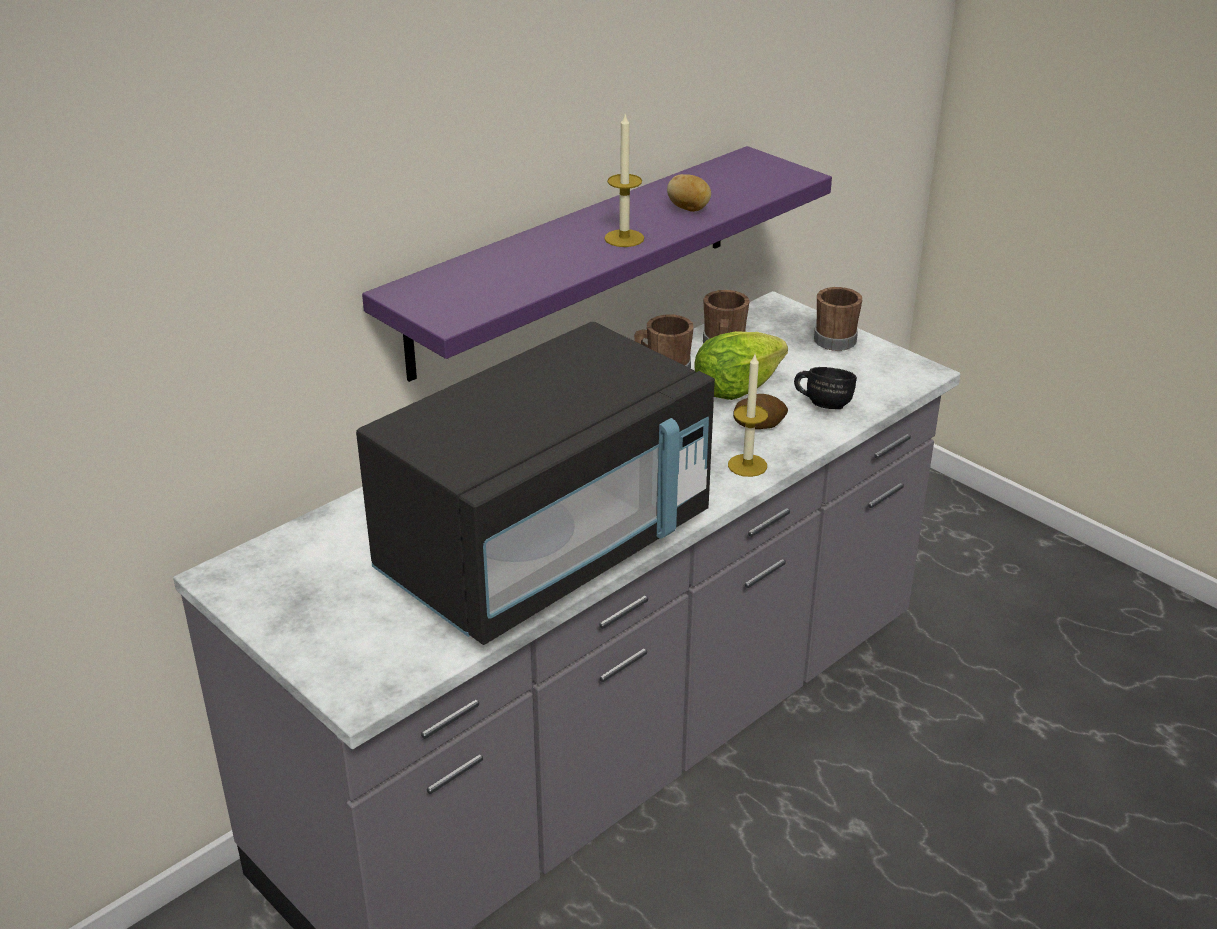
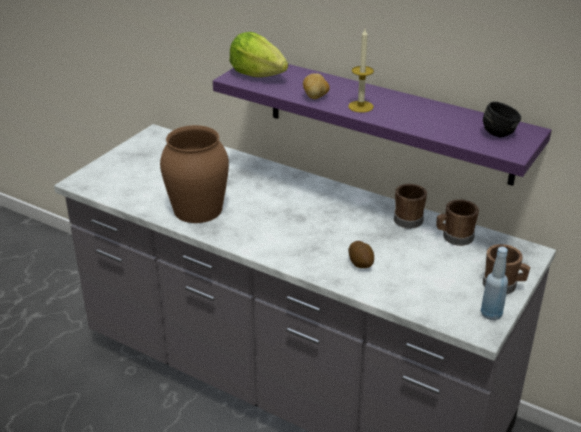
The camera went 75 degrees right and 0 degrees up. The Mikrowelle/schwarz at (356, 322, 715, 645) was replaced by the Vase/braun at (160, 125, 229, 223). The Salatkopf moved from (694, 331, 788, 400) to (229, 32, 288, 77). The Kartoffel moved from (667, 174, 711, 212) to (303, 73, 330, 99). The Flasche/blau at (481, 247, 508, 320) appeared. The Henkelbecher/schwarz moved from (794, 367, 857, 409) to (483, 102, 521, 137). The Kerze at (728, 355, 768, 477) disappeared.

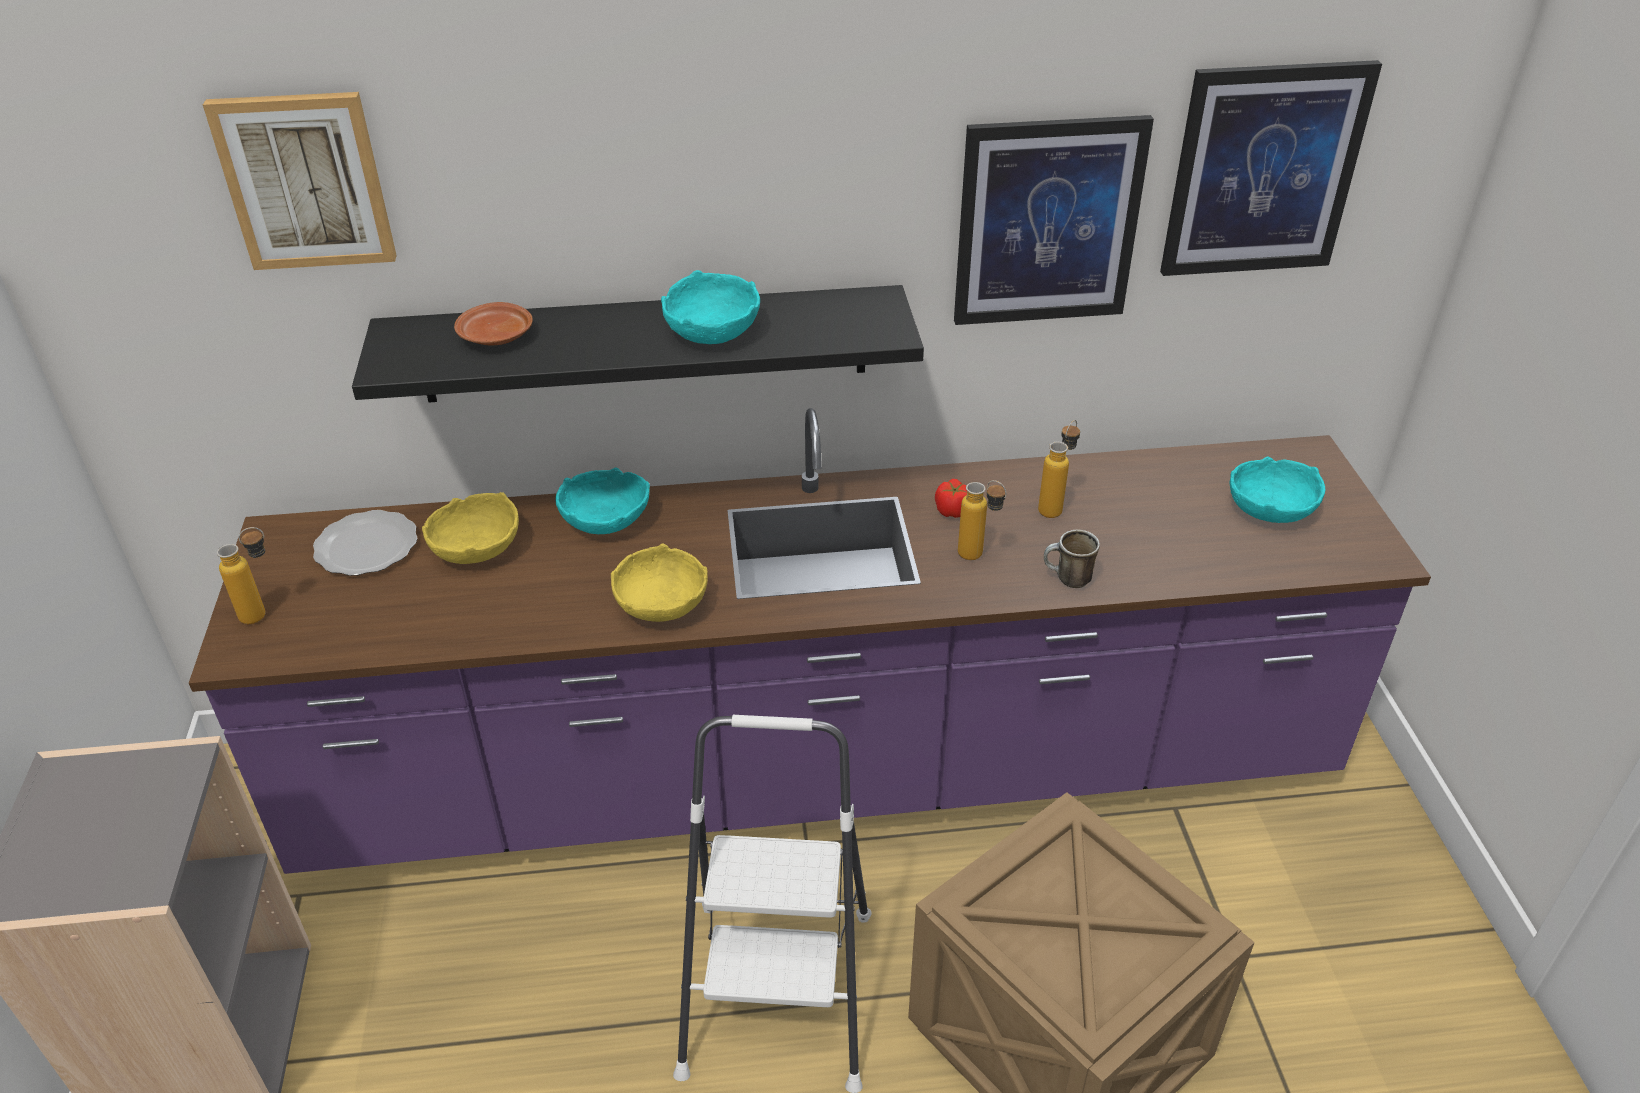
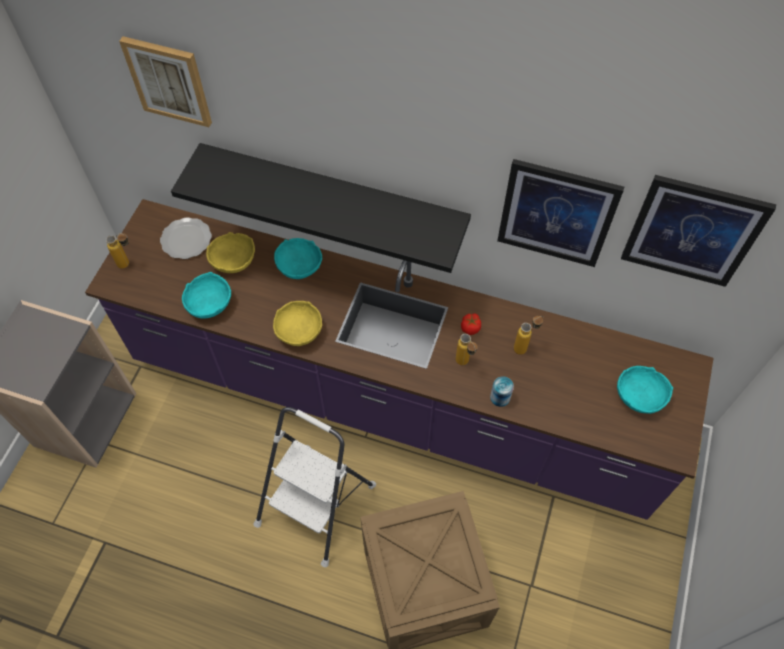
The camera went 25 degrees right and 20 degrees up. The Schüssel/türkis moved from (661, 270, 760, 344) to (182, 272, 231, 319). The Henkelbecher at (1044, 529, 1100, 588) was replaced by the Dose at (490, 376, 514, 407). The Teller/braun at (454, 302, 533, 345) disappeared.

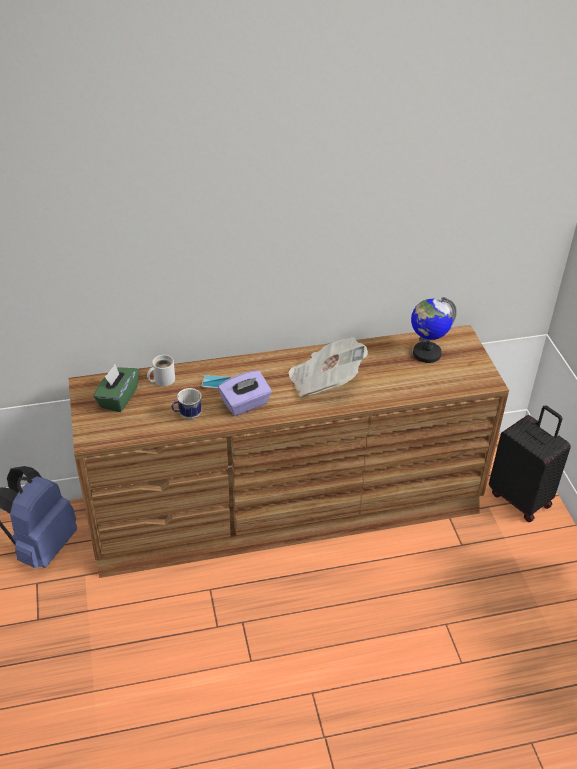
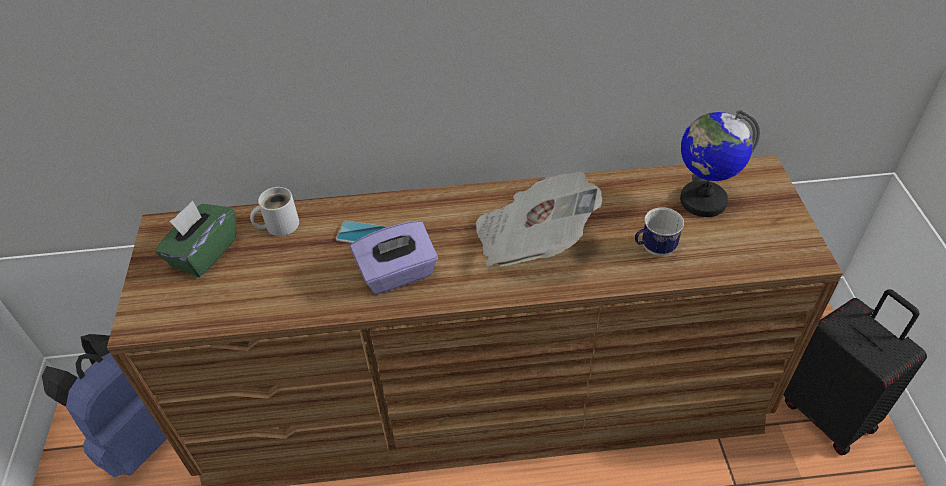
The camera went 10 degrees right and 5 degrees up. The Henkelbecher moved from (172, 388, 202, 419) to (635, 207, 684, 256).

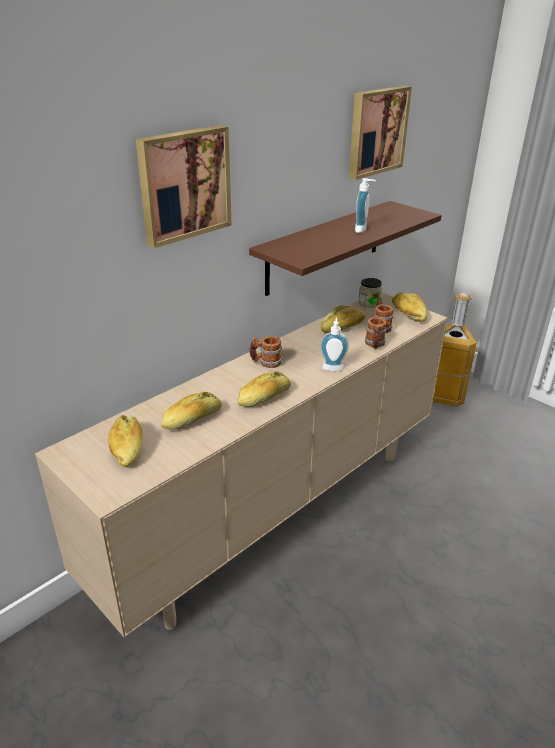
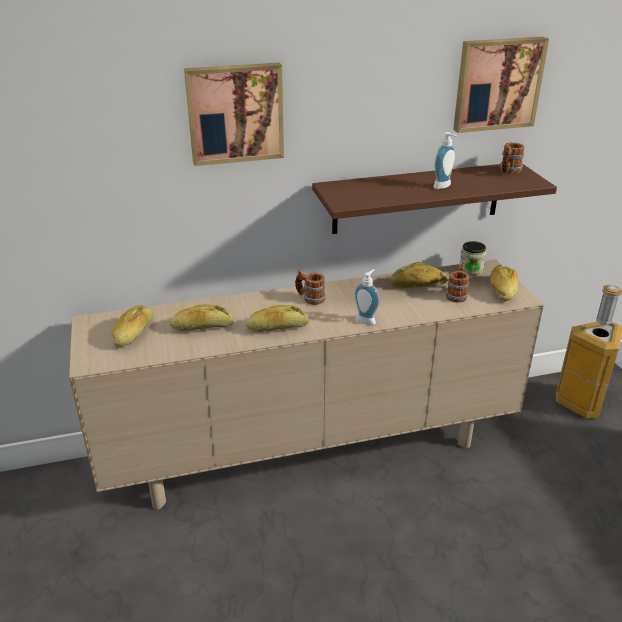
The camera went 30 degrees right and 0 degrees up. The Henkelbecher moved from (365, 317, 386, 349) to (500, 142, 525, 174).

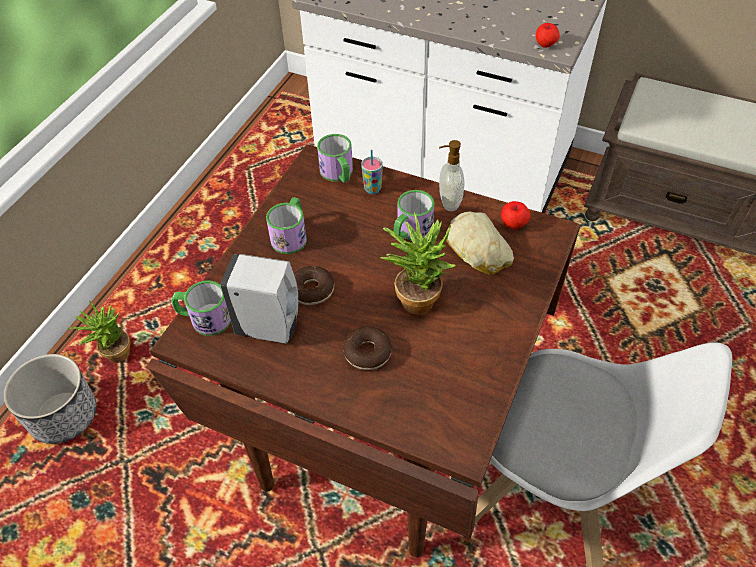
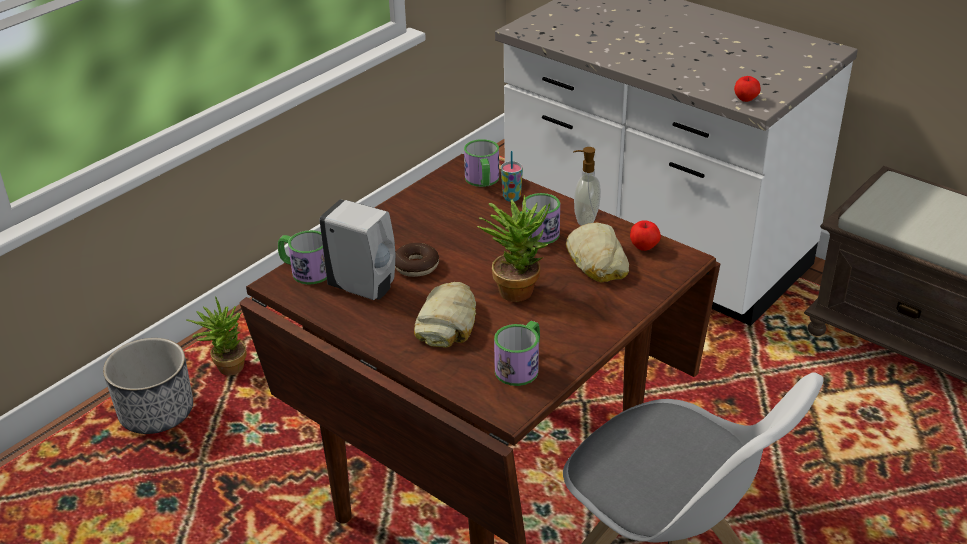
The camera went 15 degrees right and 15 degrees down. The Donut at (343, 326, 392, 370) was replaced by the Brot at (414, 282, 476, 348). The Henkelbecher moved from (266, 197, 307, 254) to (494, 320, 540, 386).

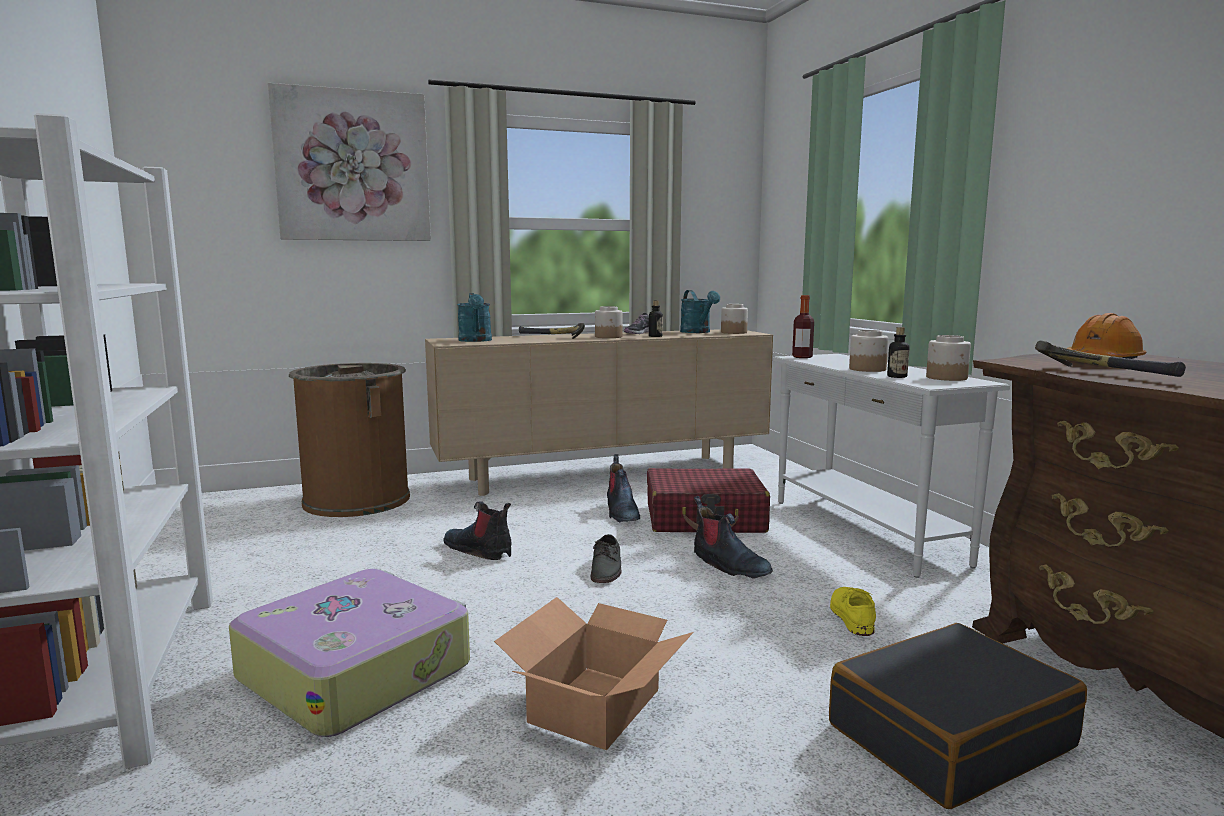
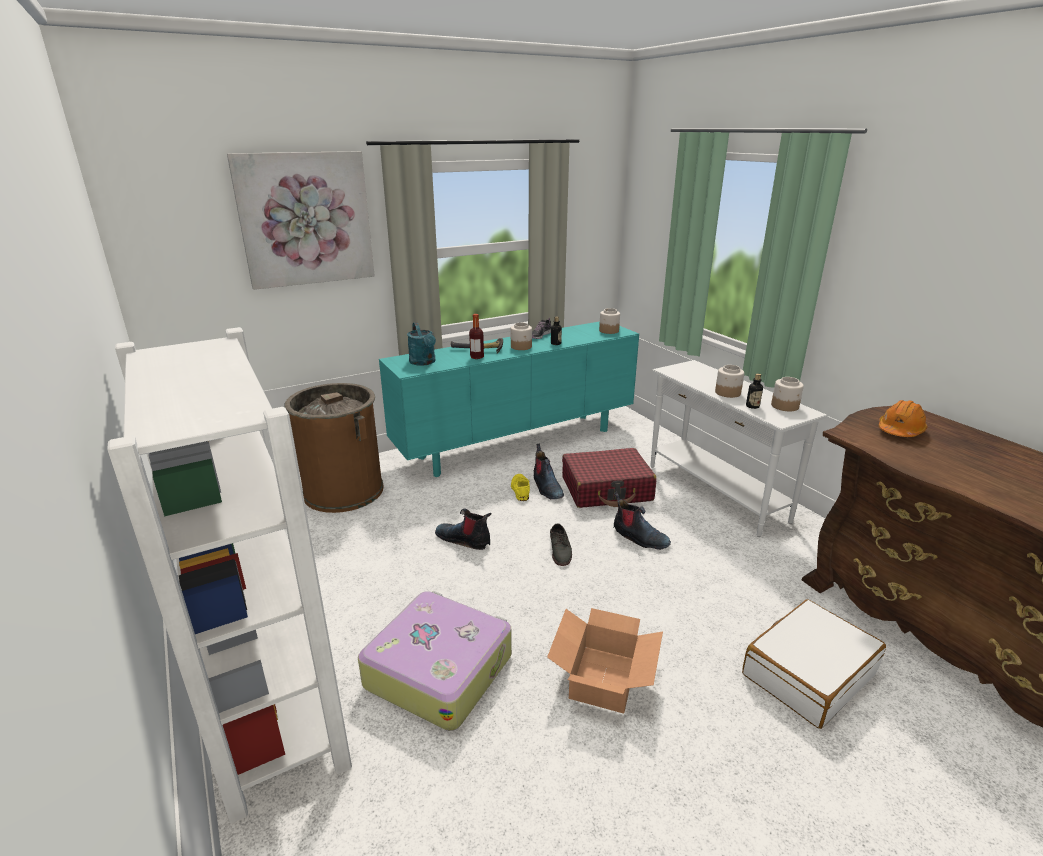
The camera went 10 degrees left and 15 degrees up. The Schrank/beige at (425, 329, 773, 496) became the Schrank/türkis at (379, 321, 639, 477). The Flasche moved from (792, 295, 814, 358) to (469, 314, 484, 359). The Schuh/gelb moved from (830, 587, 876, 636) to (511, 474, 530, 501). The Koffer/schwarz at (829, 623, 1087, 809) became the Koffer/weiß at (742, 599, 886, 729). The Gießkanne/türkis at (680, 290, 720, 333) disappeared. The Hammer at (1035, 340, 1186, 377) disappeared.

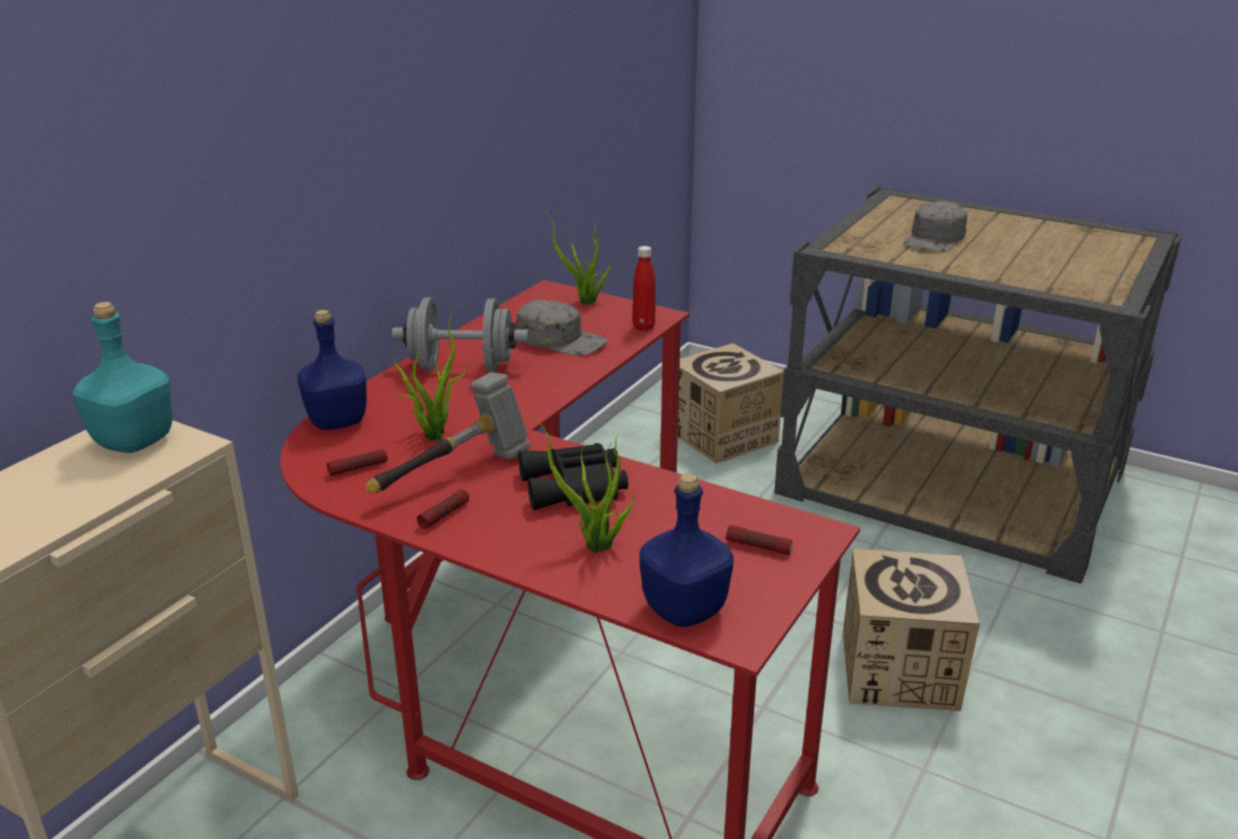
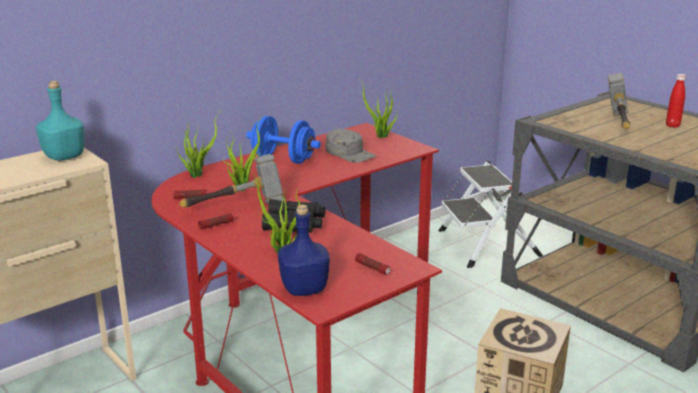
The camera went 20 degrees right and 5 degrees down. The Flasche/blau at (297, 310, 367, 430) was replaced by the Topfpflanze at (177, 114, 218, 178). The Hantel/grau at (392, 297, 529, 372) became the Hantel/blau at (246, 116, 321, 164). The Karton at (678, 343, 784, 464) was replaced by the Trittleiter at (438, 160, 543, 268). The Kappe/grau at (903, 201, 968, 252) was replaced by the Hammer at (608, 73, 630, 129). The Flasche/rot moved from (633, 246, 656, 331) to (666, 74, 686, 128).

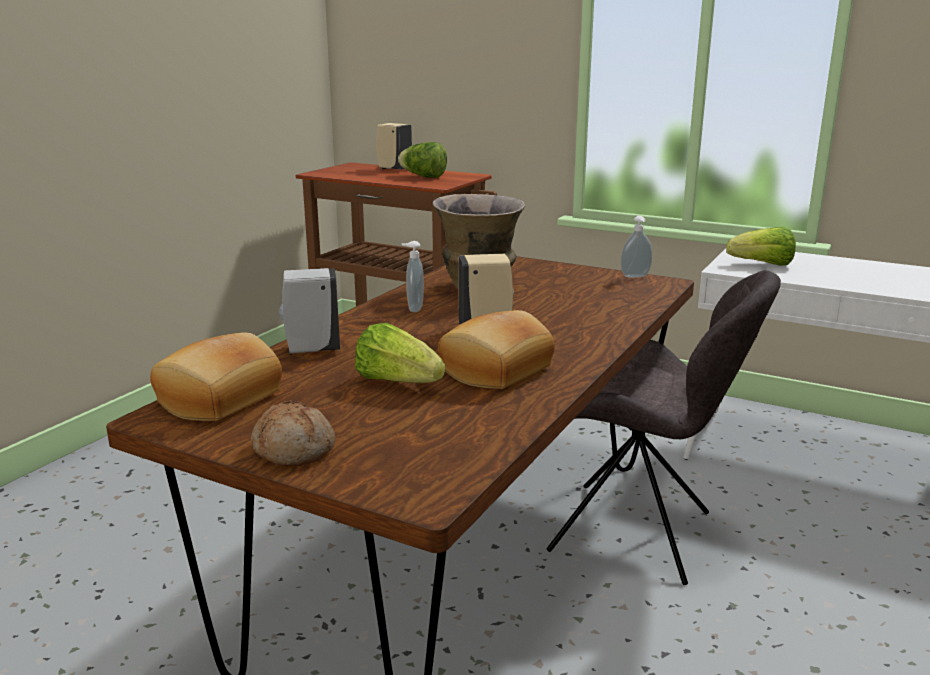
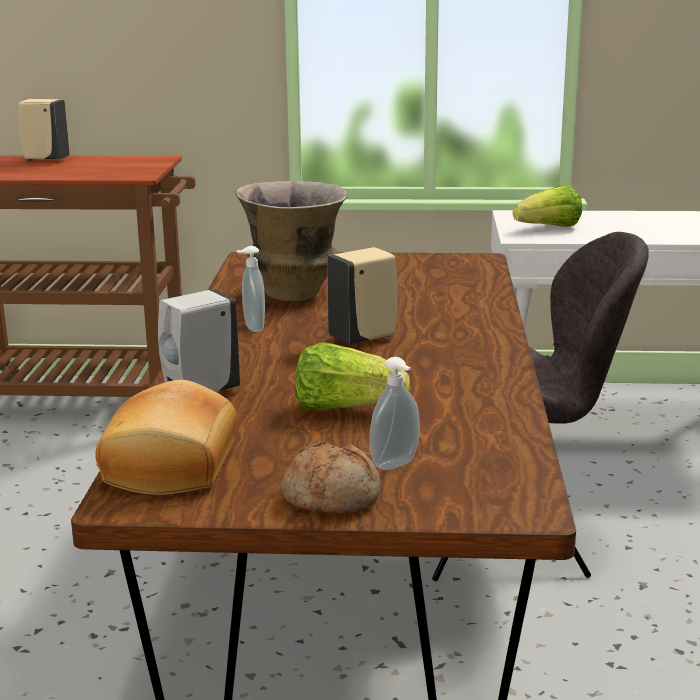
The camera went 25 degrees left and 0 degrees up. The Seifenspender moved from (621, 216, 652, 278) to (369, 357, 420, 470). The Salatkopf at (398, 142, 447, 178) disappeared. The Brot at (438, 310, 555, 389) disappeared.

